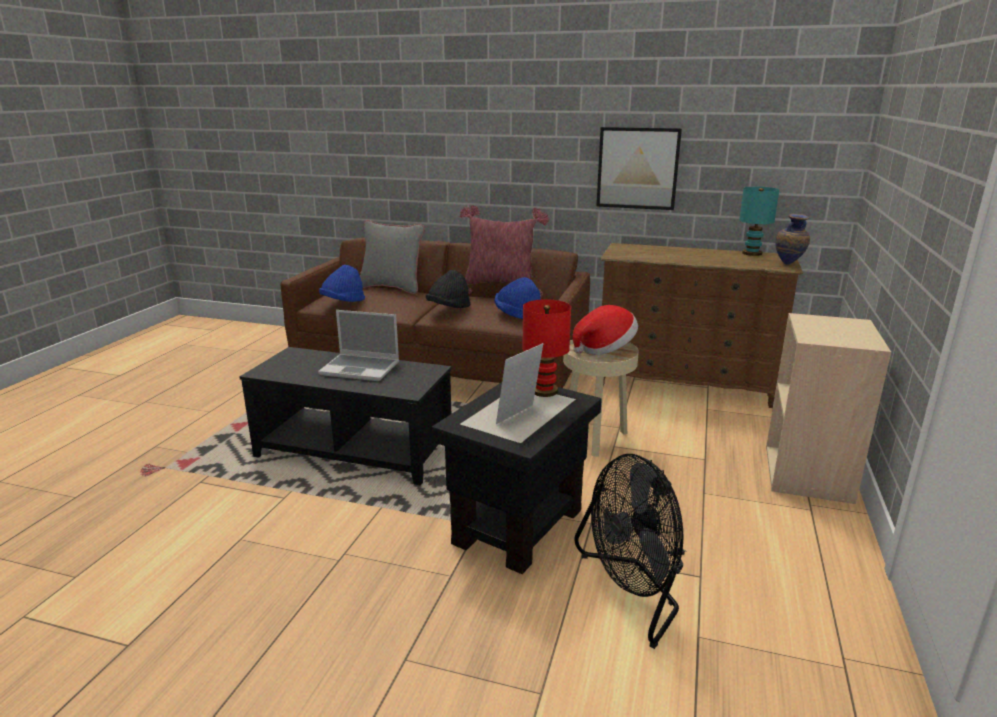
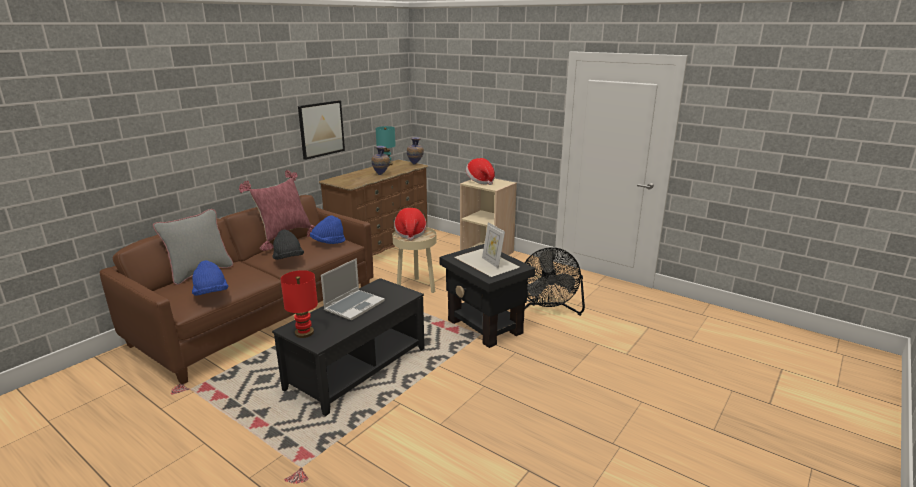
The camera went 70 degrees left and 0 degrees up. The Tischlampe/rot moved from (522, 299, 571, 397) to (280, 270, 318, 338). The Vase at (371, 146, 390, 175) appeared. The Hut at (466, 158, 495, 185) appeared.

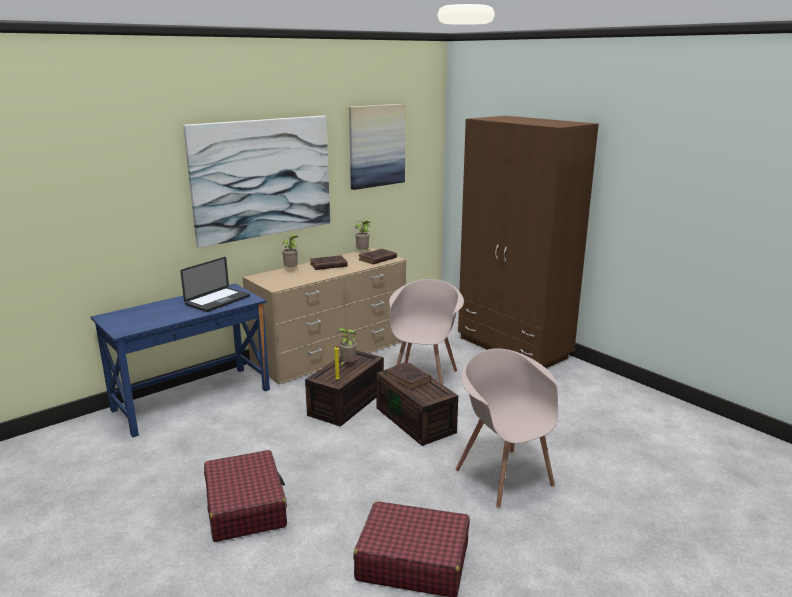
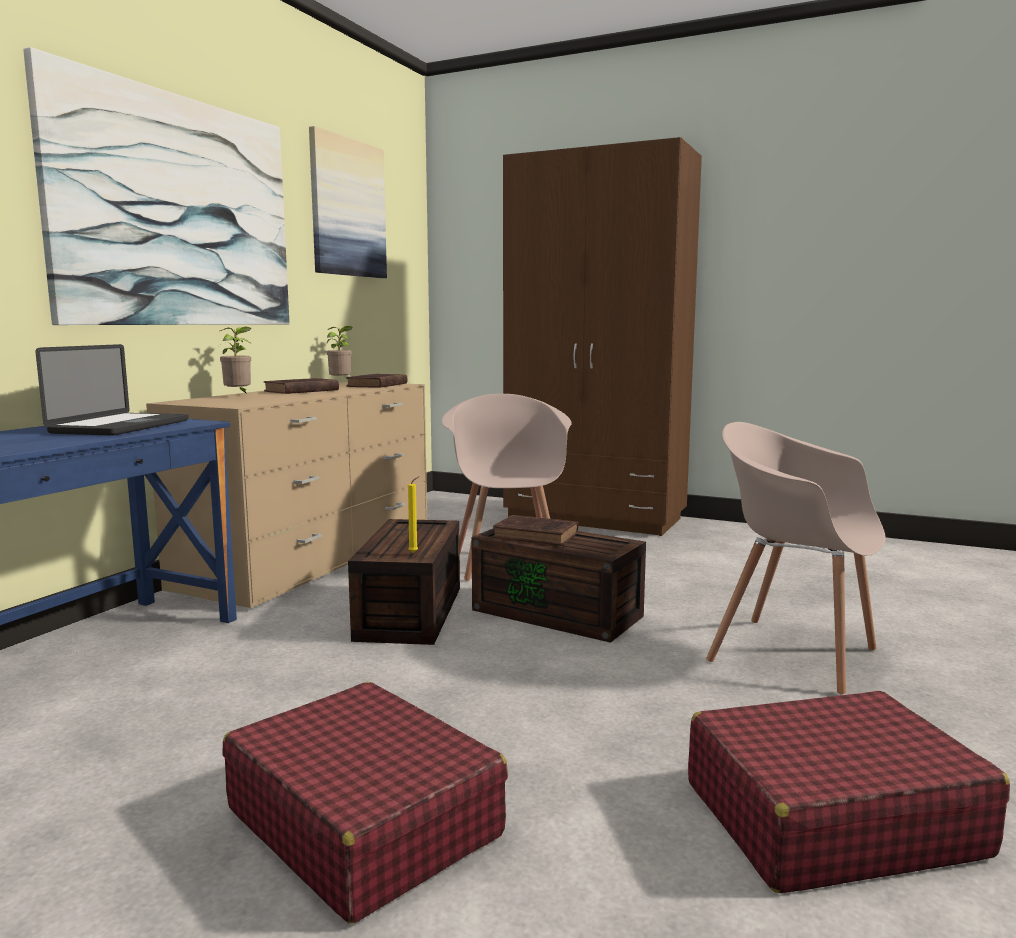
The camera went 25 degrees left and 10 degrees down. The Topfpflanze at (336, 327, 357, 367) disappeared.

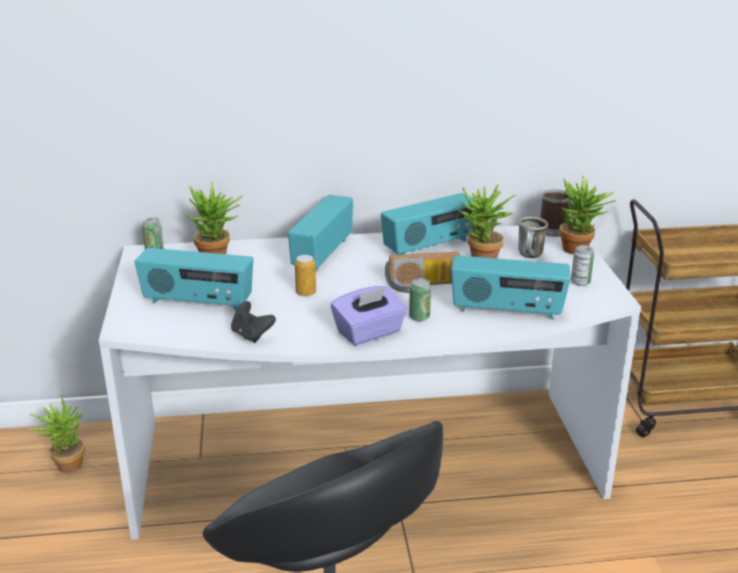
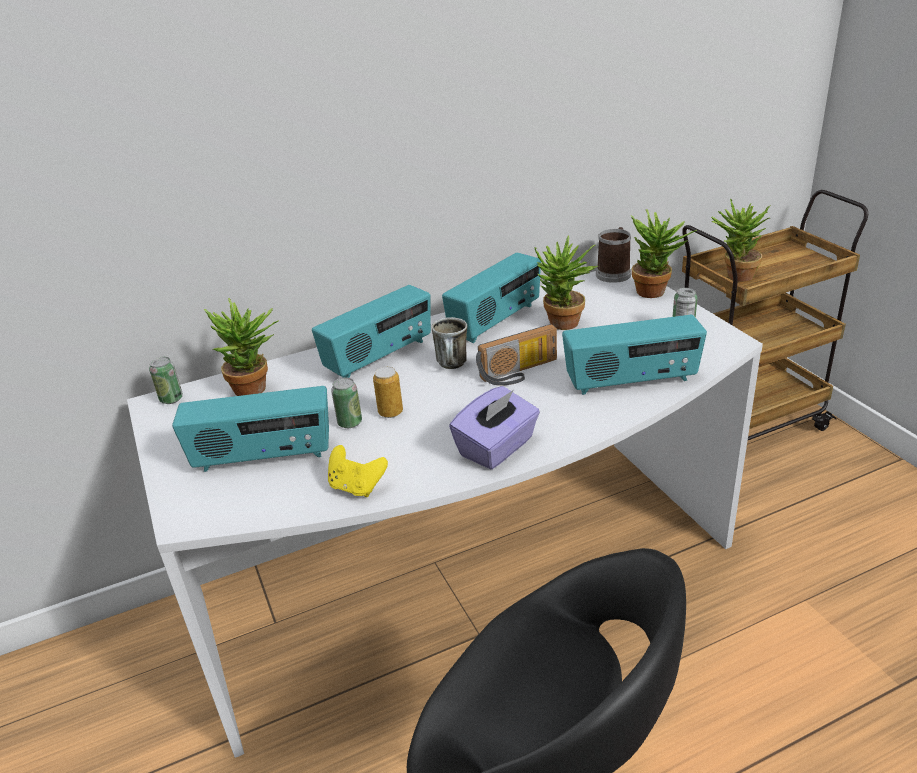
The camera went 15 degrees left and 5 degrees up. The Radio at (288, 195, 353, 272) turned 135 degrees counterclockwise. The Gamepad/schwarz at (231, 301, 276, 343) became the Gamepad/gelb at (328, 445, 388, 497). The Dose moved from (409, 278, 431, 321) to (331, 377, 362, 428). The Henkelbecher moved from (518, 217, 548, 258) to (432, 317, 467, 369). The Topfpflanze moved from (28, 395, 85, 473) to (711, 198, 771, 282).

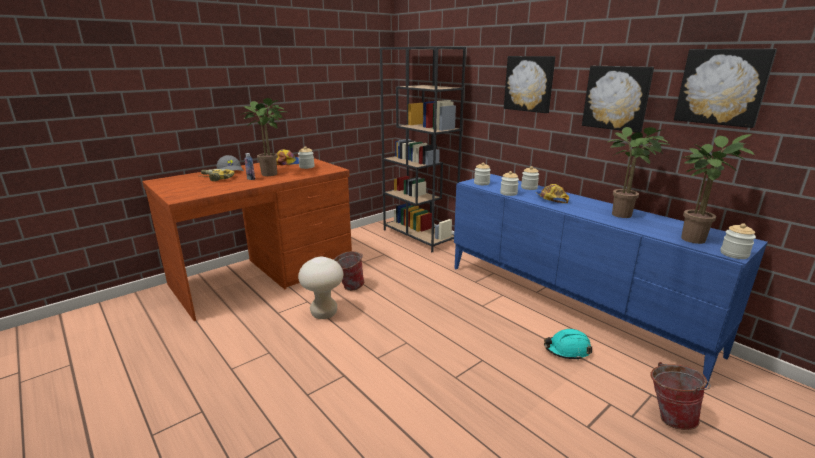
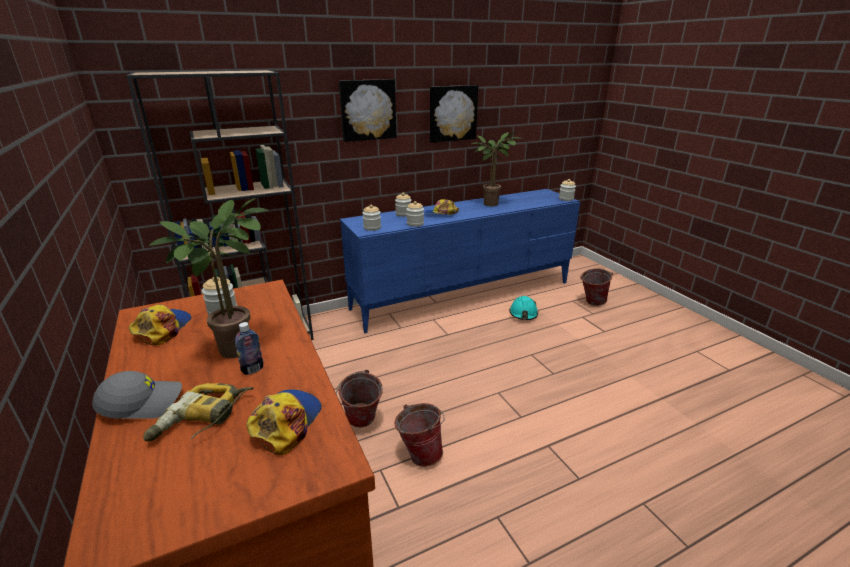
The camera went 75 degrees left and 5 degrees up. The Kappe at (246, 390, 322, 455) appeared. The Hocker/beige at (298, 257, 343, 319) was replaced by the Eimer at (394, 403, 445, 467). The Bild at (674, 49, 777, 128) disappeared. The Topfpflanze at (681, 134, 755, 244) disappeared.

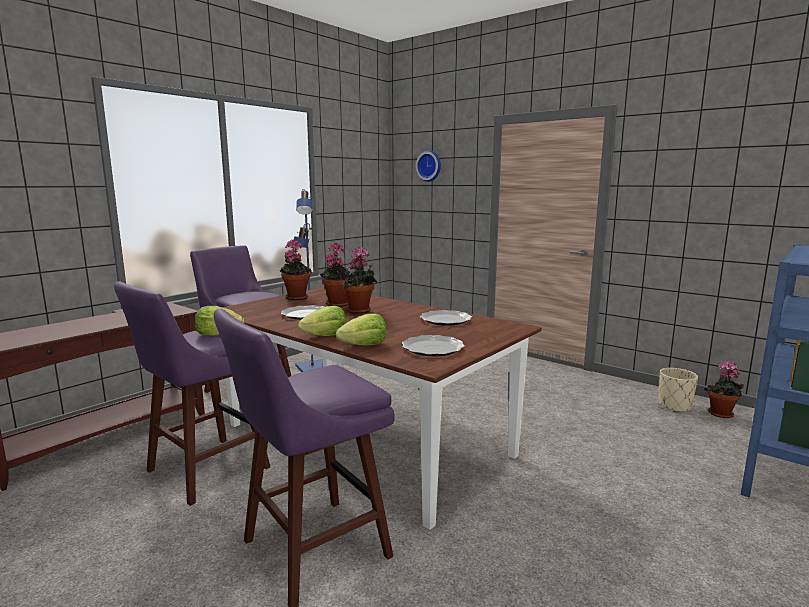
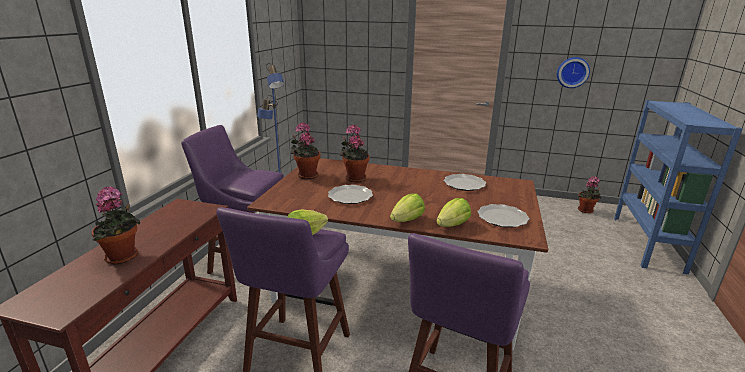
The camera went 25 degrees left and 10 degrees up. The Topfpflanze moved from (342, 247, 377, 314) to (92, 186, 140, 264). The Wanduhr moved from (416, 150, 441, 182) to (557, 57, 590, 88). The Pflanzkübel/beige at (658, 368, 698, 412) disappeared.

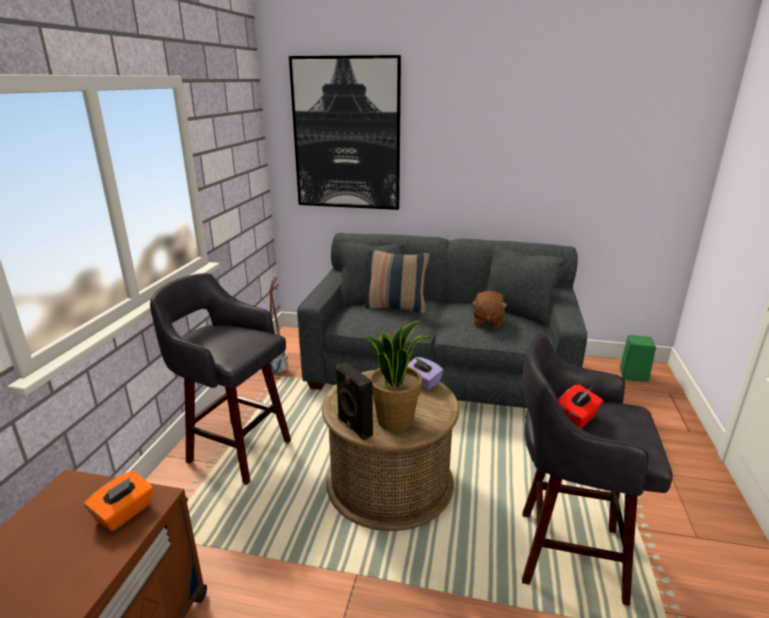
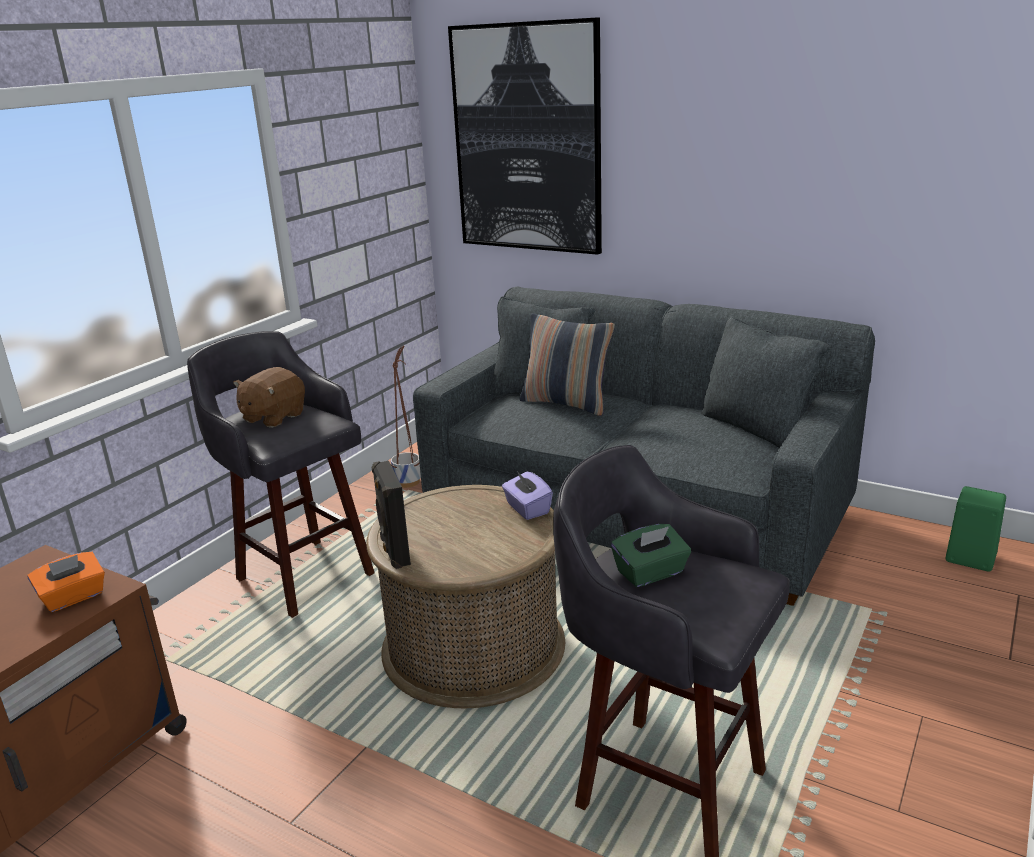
The camera went 20 degrees right and 0 degrees up. The Plüschtier/braun moved from (472, 291, 508, 328) to (233, 367, 305, 428). The Taschentuchbox/rot at (558, 384, 603, 429) became the Taschentuchbox/grün at (611, 524, 691, 587). The Topfpflanze at (363, 321, 430, 431) disappeared.

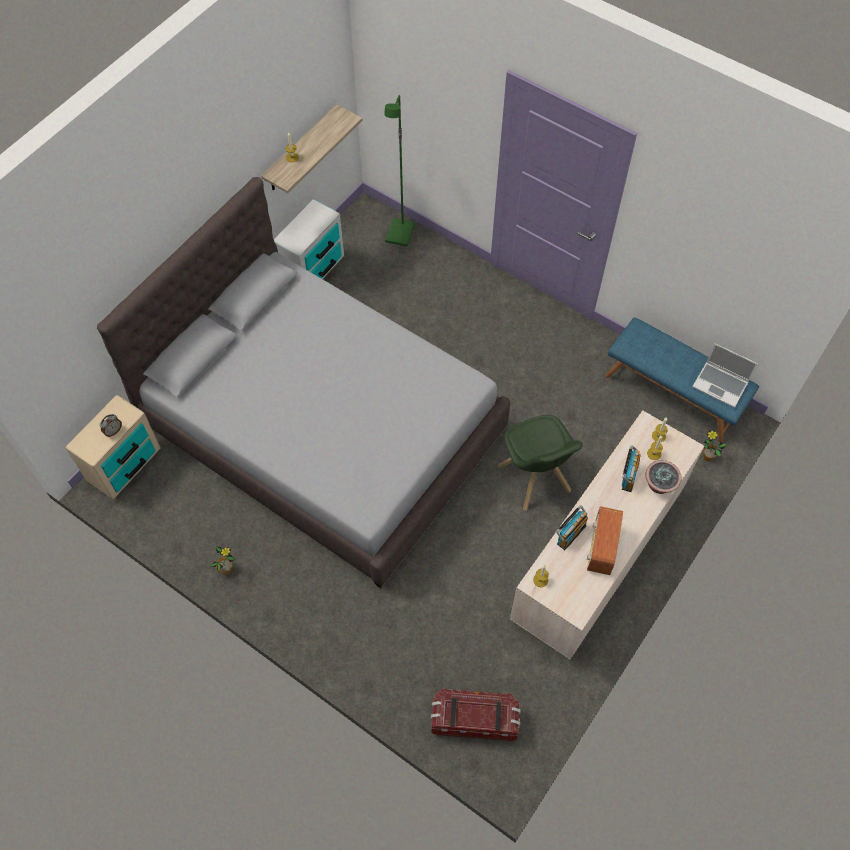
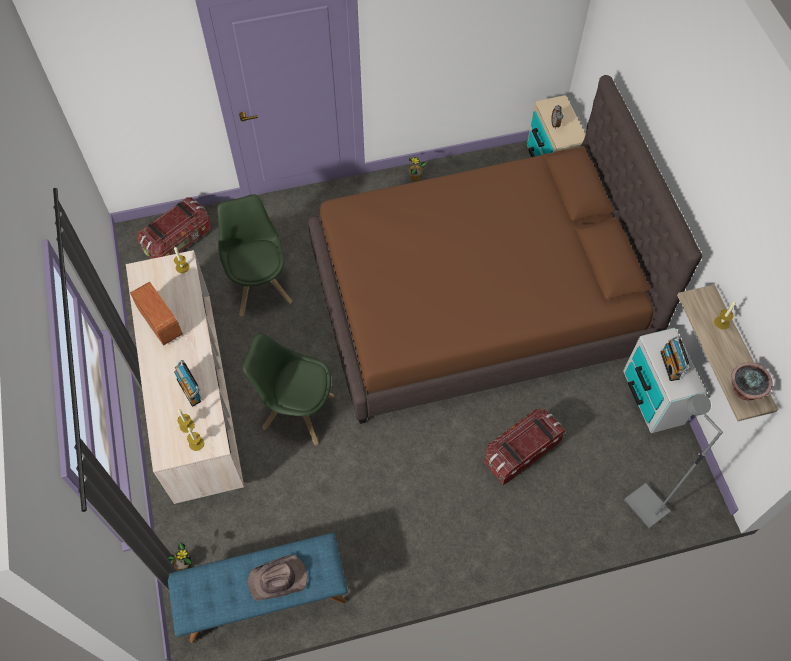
The camera went 130 degrees right and 0 degrees up. The Stuhl/grün at (217, 194, 292, 317) appeared. The Hut/braun at (248, 555, 307, 601) appeared. The Bett/grau at (97, 177, 510, 588) became the Bett/braun at (308, 75, 702, 424). The Aufbewahrungsbox at (484, 409, 565, 485) appeared. The Stehlampe/grün at (384, 95, 415, 247) became the Stehlampe/grau at (624, 394, 723, 528). The Radio moved from (556, 505, 588, 550) to (661, 336, 691, 381). The Topfpflanze moved from (646, 460, 682, 494) to (731, 362, 773, 401). The Laptop at (692, 343, 758, 408) disappeared.

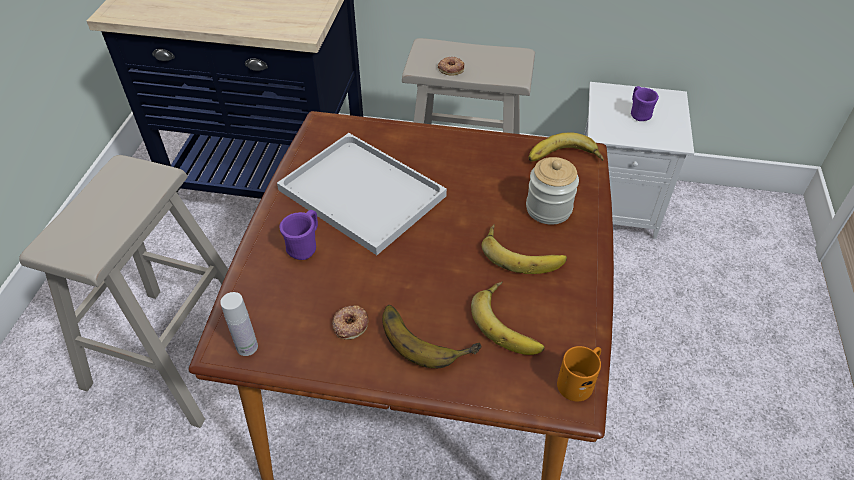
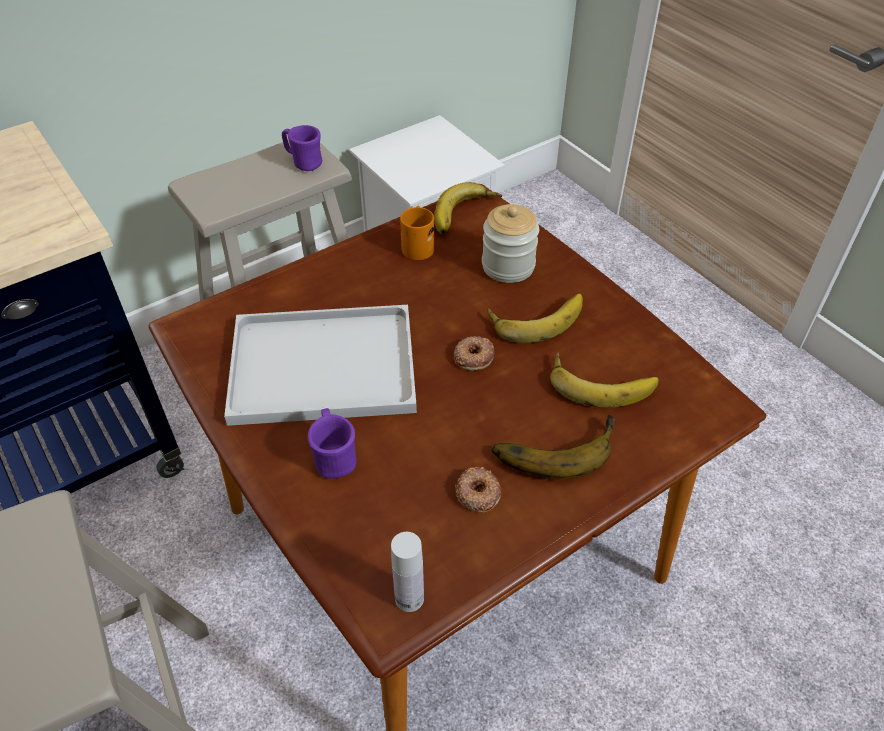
The camera went 45 degrees left and 0 degrees up. The Henkelbecher/lila moved from (631, 86, 659, 121) to (282, 125, 322, 171). The Henkelbecher/orange moved from (557, 346, 601, 402) to (400, 206, 434, 260). The Donut moved from (438, 56, 465, 76) to (454, 336, 495, 371).

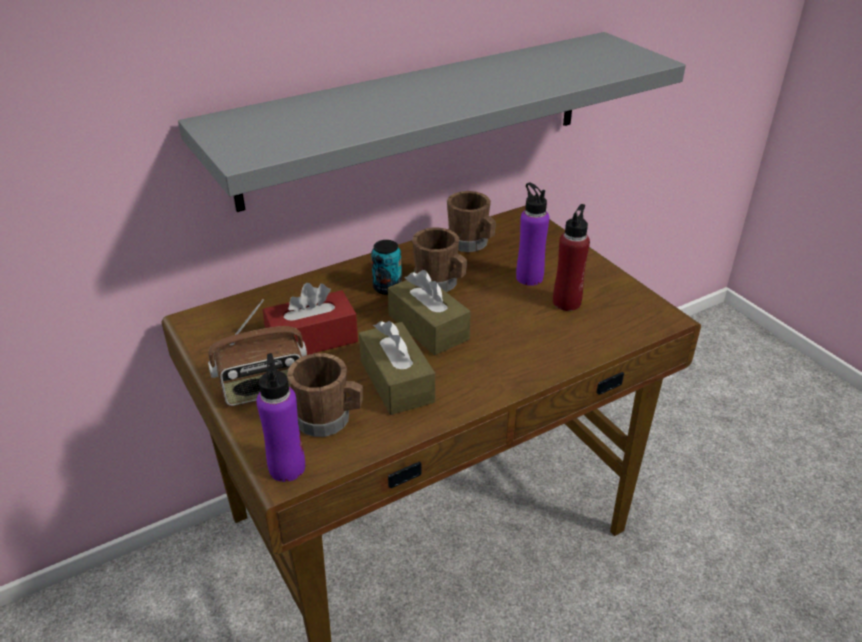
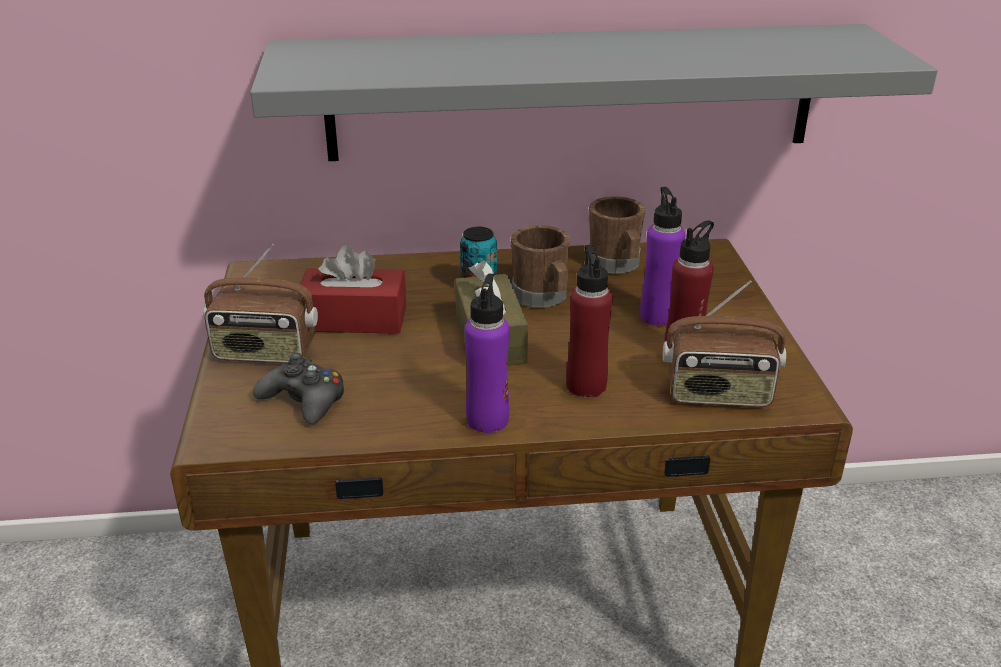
The camera went 25 degrees right and 5 degrees down. The Henkelbecher/braun at (287, 353, 363, 437) was replaced by the Gamepad/schwarz at (253, 353, 344, 424). The Flasche/lila moved from (256, 353, 305, 482) to (465, 273, 509, 433). The Flasche/rot at (566, 245, 613, 398) appeared. The Radio at (663, 280, 786, 407) appeared. The Taschentuchbox/braun at (359, 321, 435, 415) disappeared.

